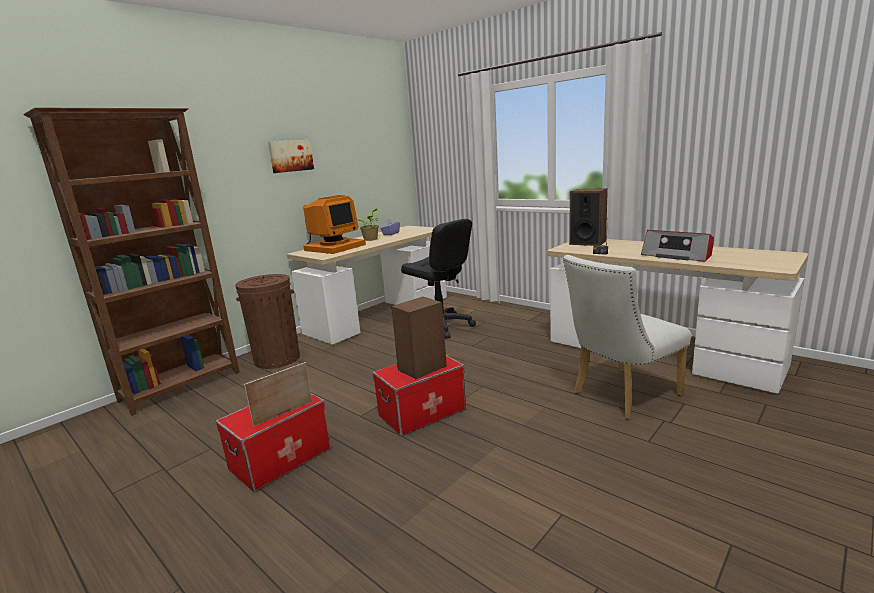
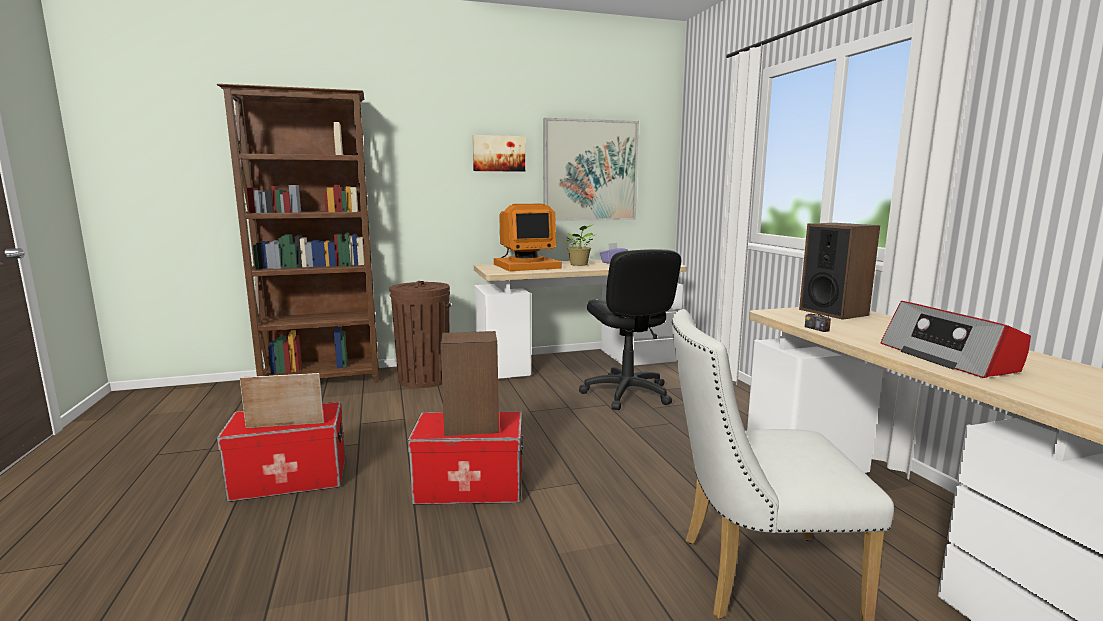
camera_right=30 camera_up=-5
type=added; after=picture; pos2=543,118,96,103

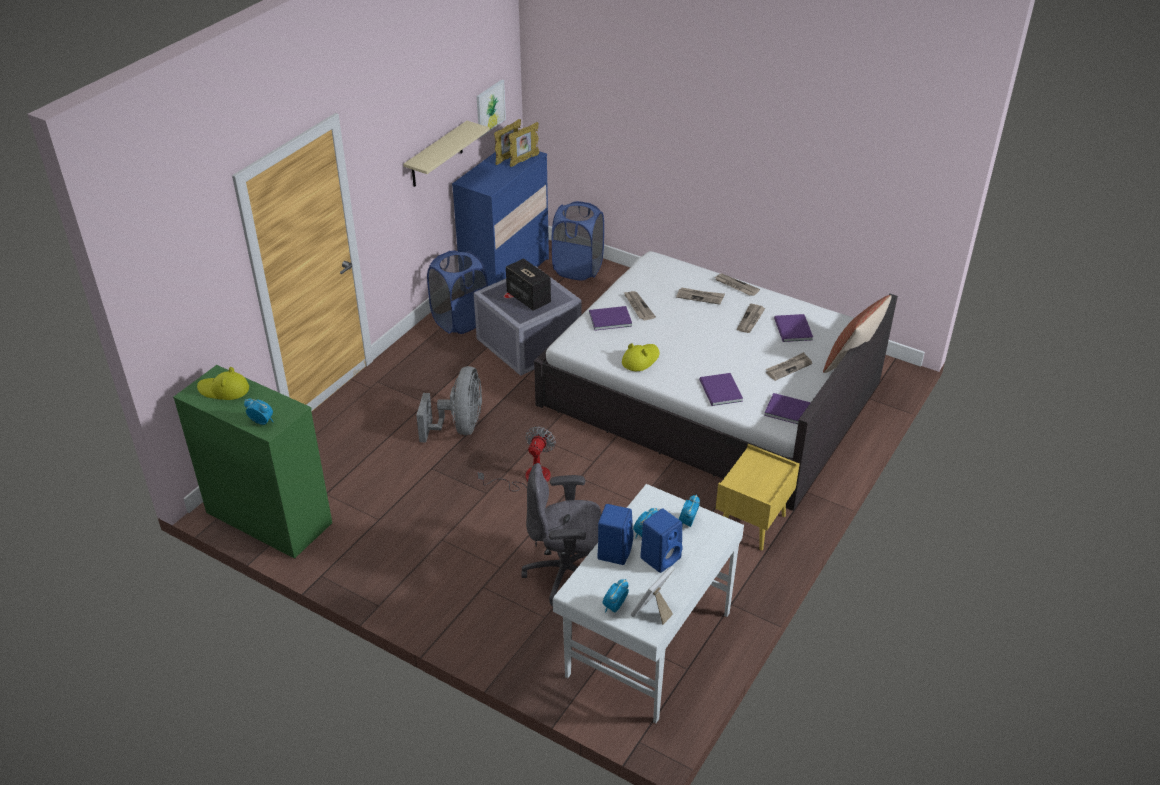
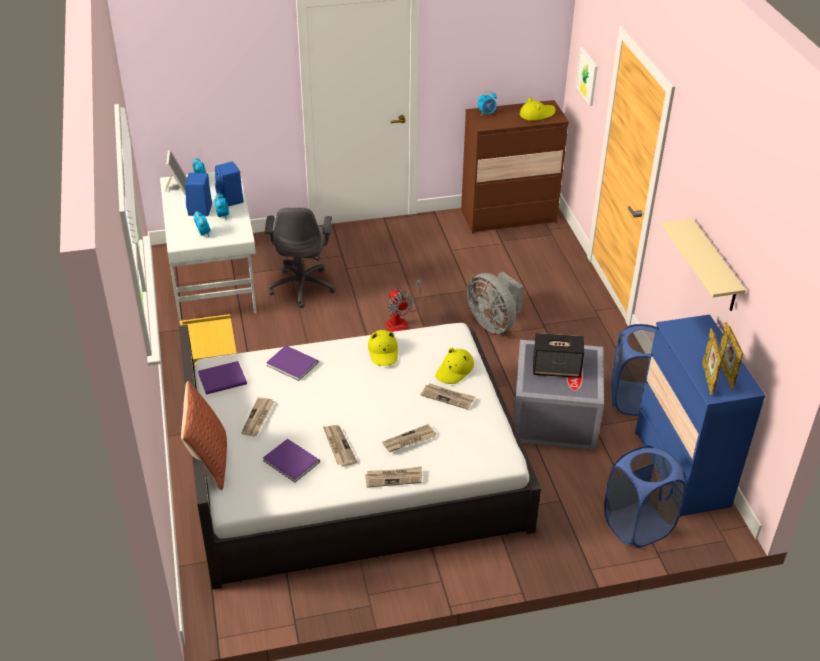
camera_right=135 camera_up=0
type=moved; before=picture; pos1=477,80,29,57; pos2=576,47,22,59
type=replaced; before=book (purple); after=hat (yellow); pos1=589,306,43,25; pos2=435,348,39,36
type=recoloured; before=dresser (green); after=dresser (brown); pos1=173,365,159,194; pos2=461,100,108,133
type=turned; before=office chair (grey); pos1=521,463,81,144; pos2=265,207,70,101; turn=135

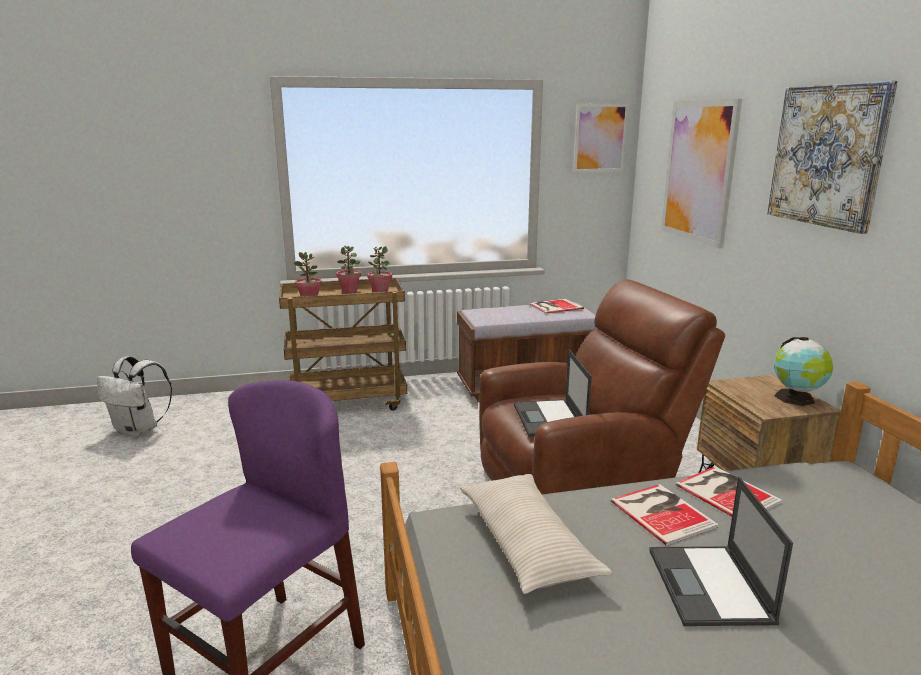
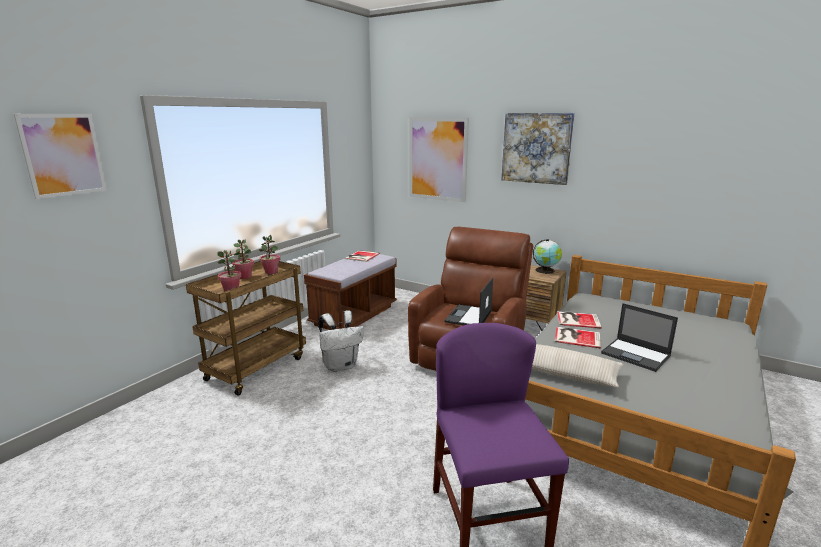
camera_right=-45 camera_up=0
type=moved; before=backpack (white); pos1=97,356,75,81; pos2=318,310,46,62
type=moved; before=picture; pos1=573,104,56,68; pos2=14,114,93,85
type=turned; before=laptop; pos1=514,349,78,88; pos2=444,277,49,48; turn=75

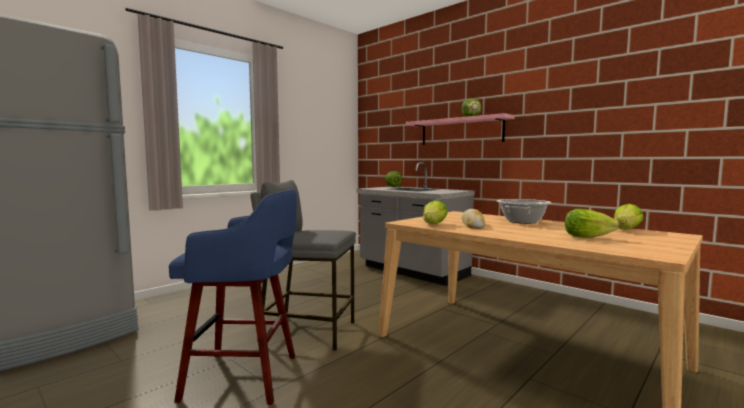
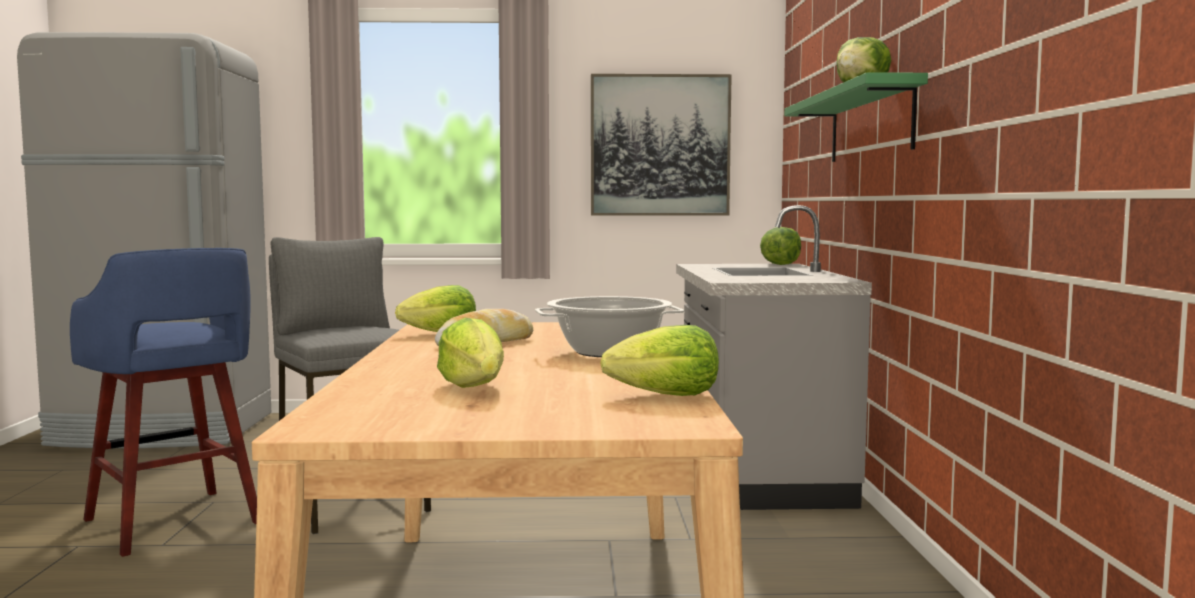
camera_right=45 camera_up=0
type=added; after=picture; pos2=591,74,140,142
type=recoloured; before=shelf (pink); after=shelf (green); pos1=406,113,109,32; pos2=784,72,144,90

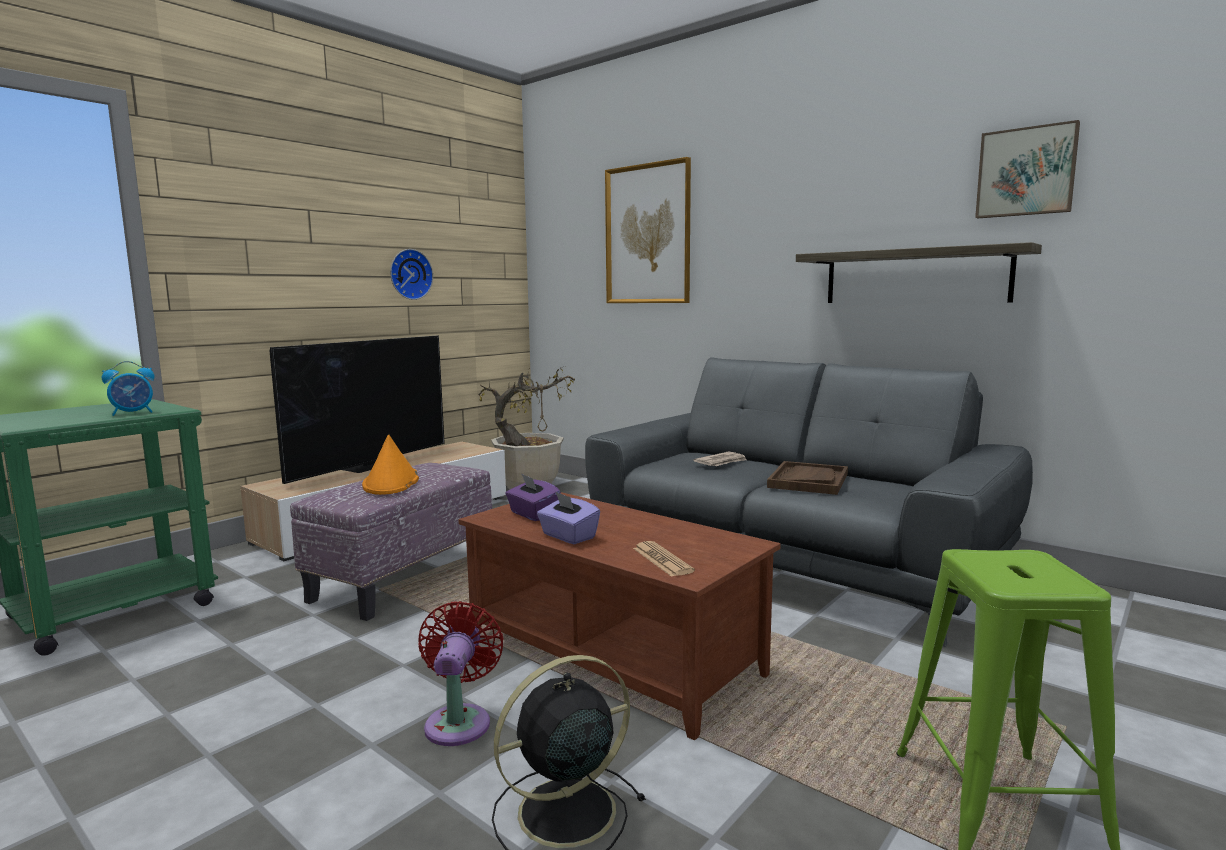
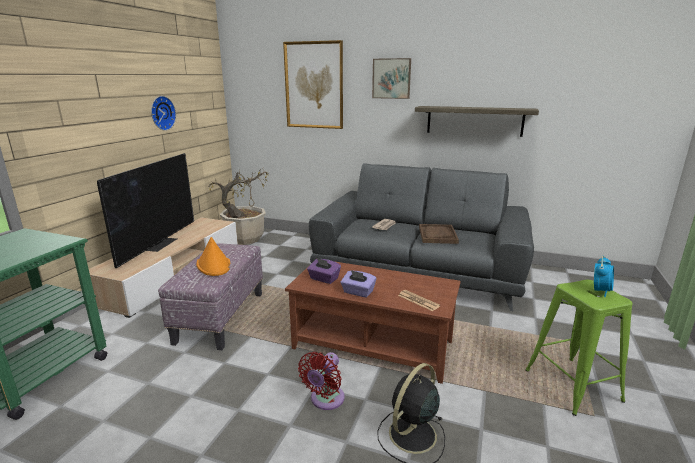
camera_right=-20 camera_up=10
type=moved; before=alarm clock; pos1=102,361,53,55; pos2=594,256,20,41
type=moved; before=picture; pos1=975,120,105,98; pos2=372,58,39,41
type=turned; before=fan (red); pos1=418,601,86,145; pos2=298,352,47,58; turn=-135

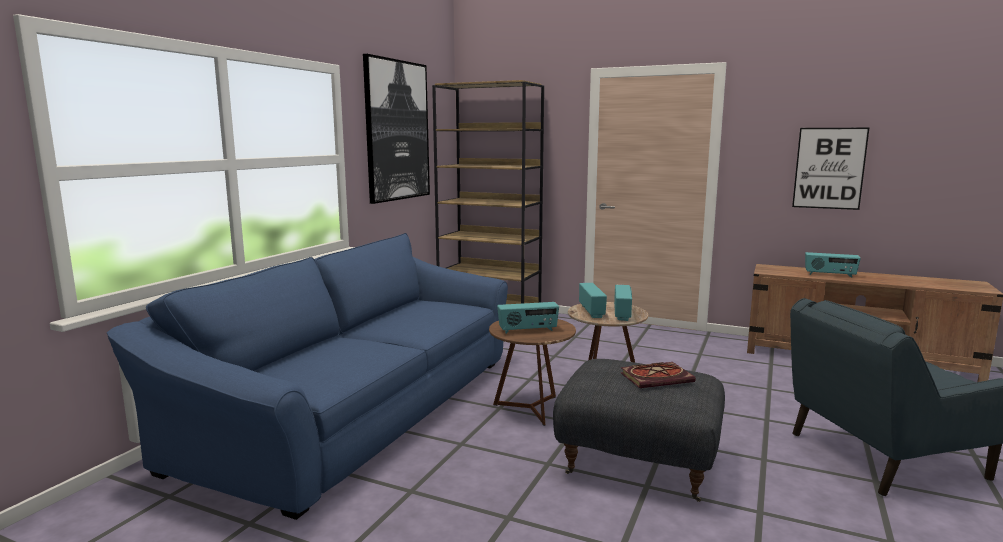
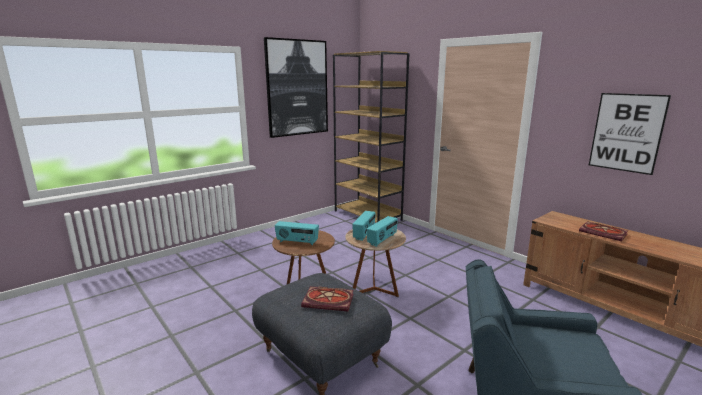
camera_right=25 camera_up=5
type=removed; before=sofa (blue); pos1=107,233,401,287
type=replaced; before=radio; after=book; pos1=805,252,56,26; pos2=579,221,49,20

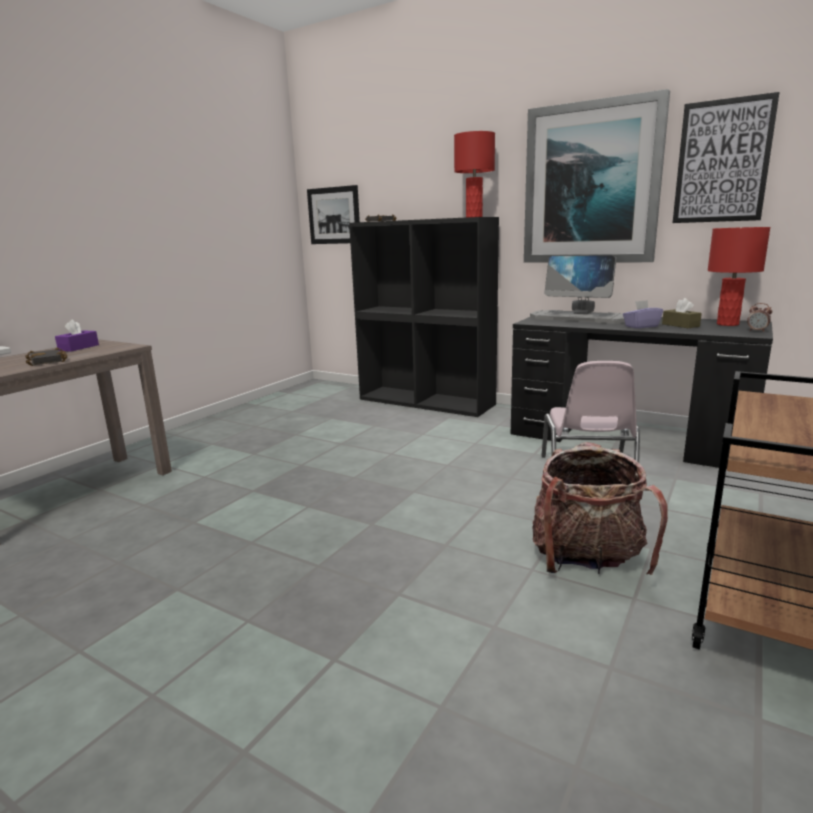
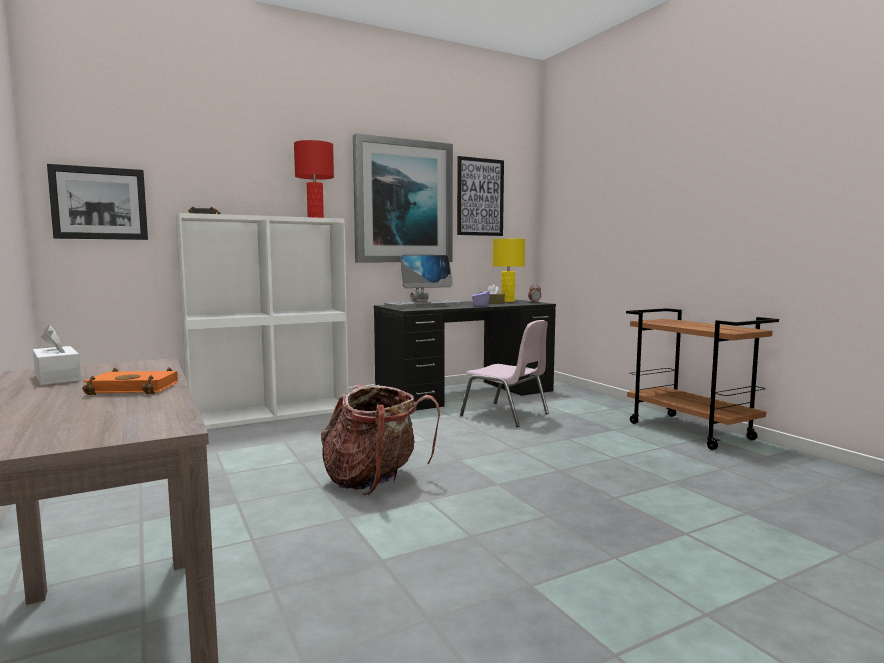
camera_right=-60 camera_up=-10
type=moved; before=backpack; pos1=532,442,136,133; pos2=321,385,119,110
type=recoloured; before=book (black); after=book (orange); pos1=25,348,42,18; pos2=82,367,96,28
type=recoloured; before=tissue box (purple); after=tissue box (white); pos1=55,319,44,33; pos2=33,325,48,60
type=recoloured; before=bookcase (black); after=bookcase (white); pos1=349,217,150,200; pos2=176,213,172,216
type=recoloured; before=table lamp (red); after=table lamp (yellow); pos1=707,227,64,99; pos2=492,239,33,63

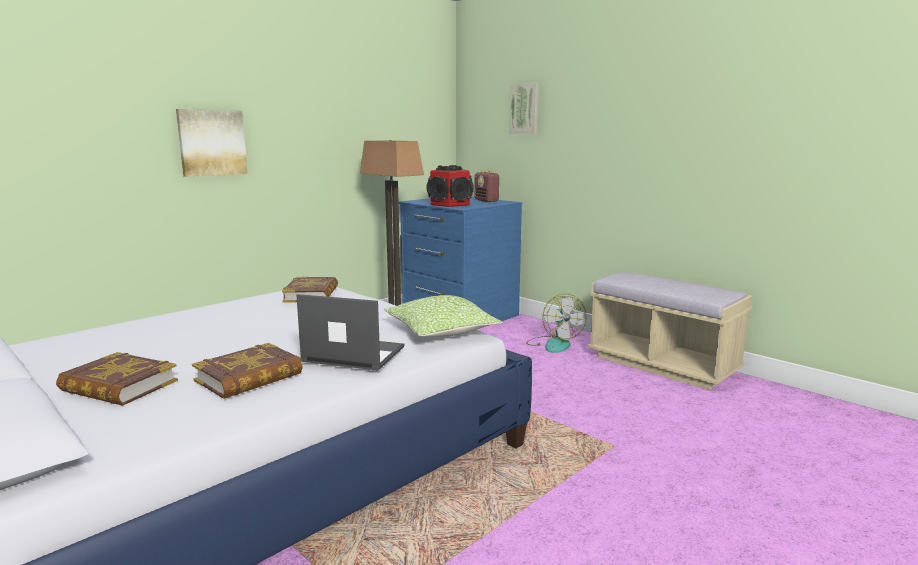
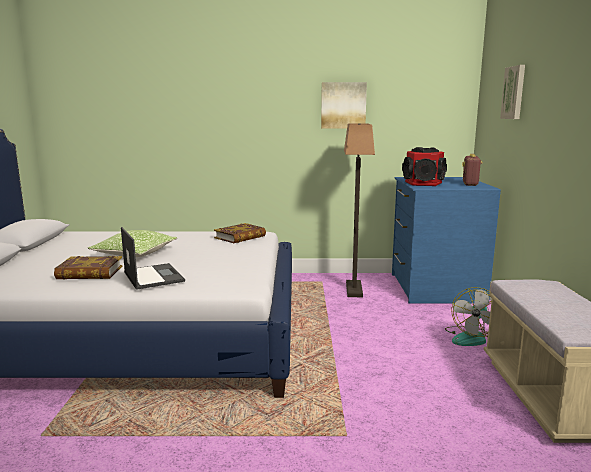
camera_right=45 camera_up=0
type=removed; before=book; pos1=56,352,122,54
type=moved; before=picture; pos1=176,109,72,68; pos2=321,82,46,46
type=moved; before=pillow; pos1=384,295,119,42; pos2=88,230,89,27

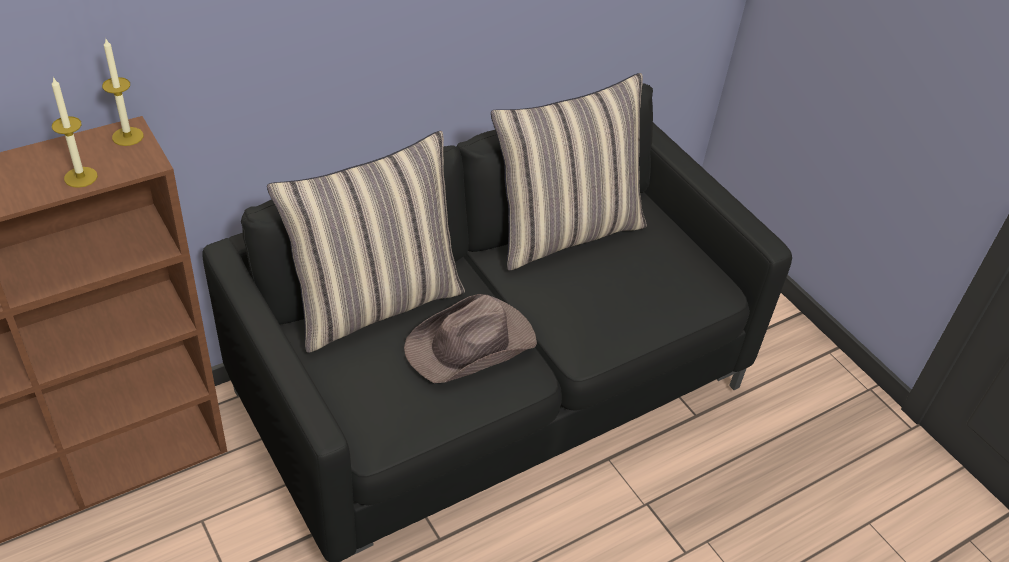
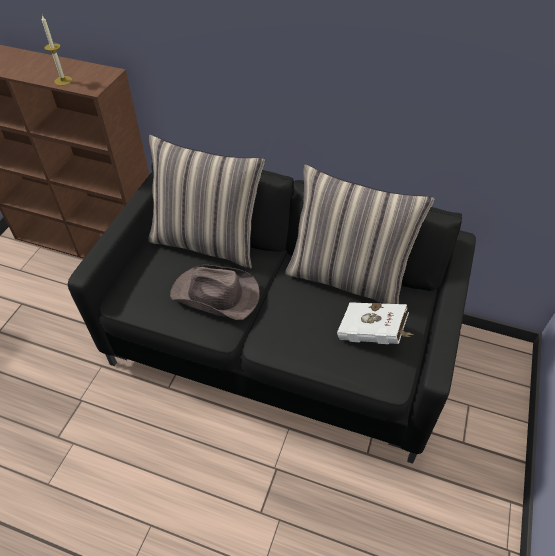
camera_right=55 camera_up=5
type=removed; before=candle; pos1=102,39,42,107
type=added; after=book (white); pos2=337,302,77,42

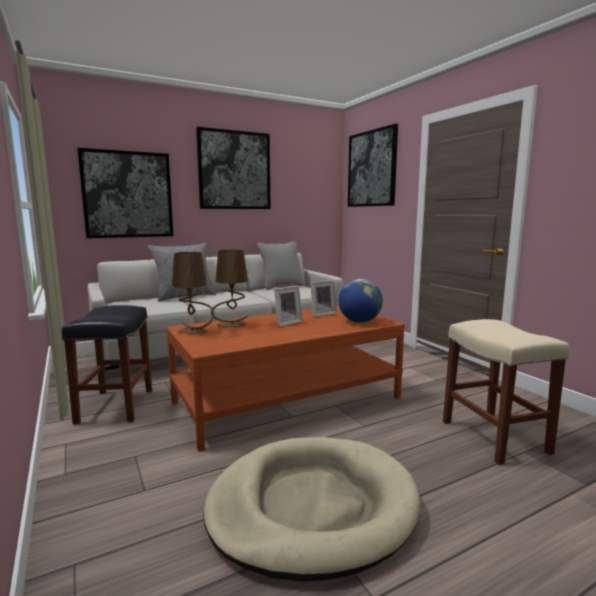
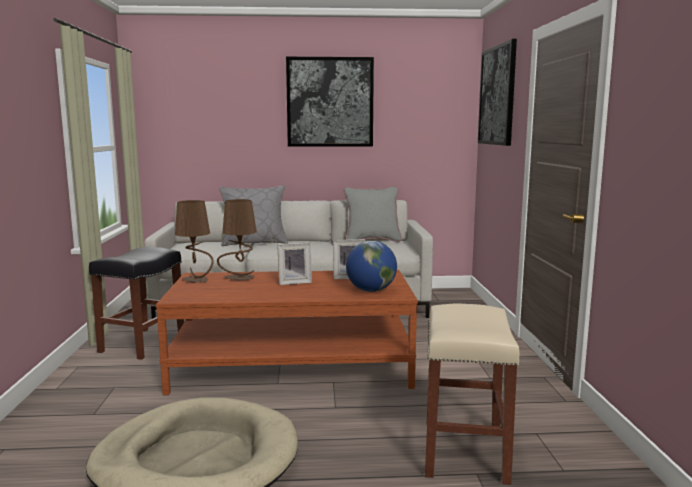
camera_right=25 camera_up=0
type=removed; before=picture; pos1=77,148,96,90

